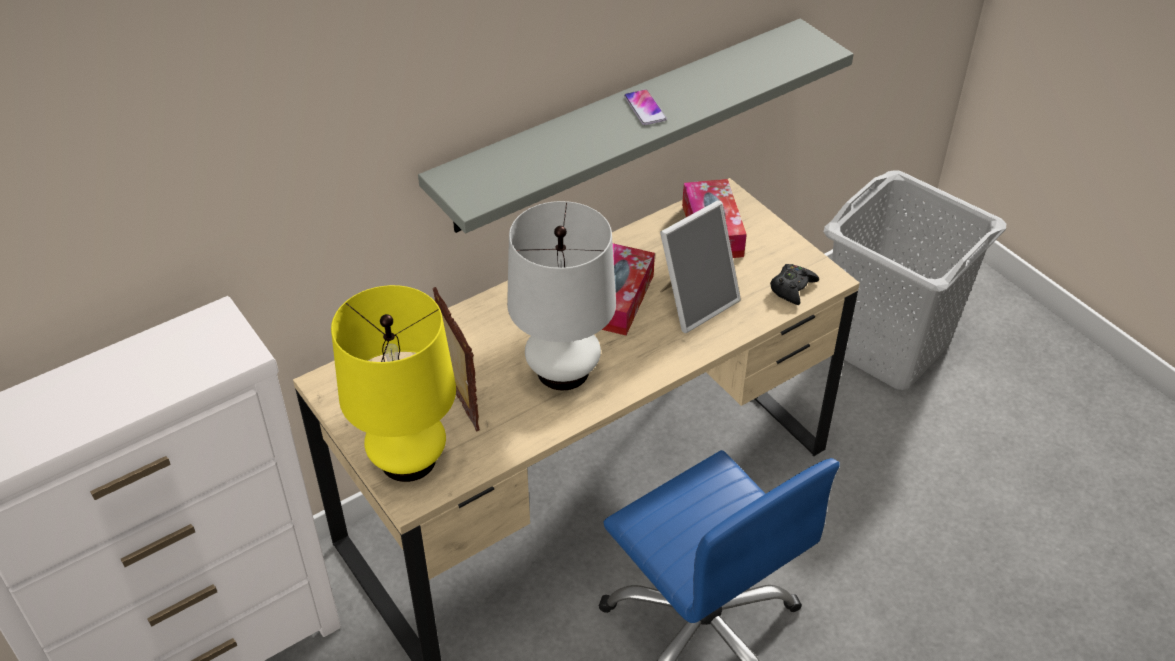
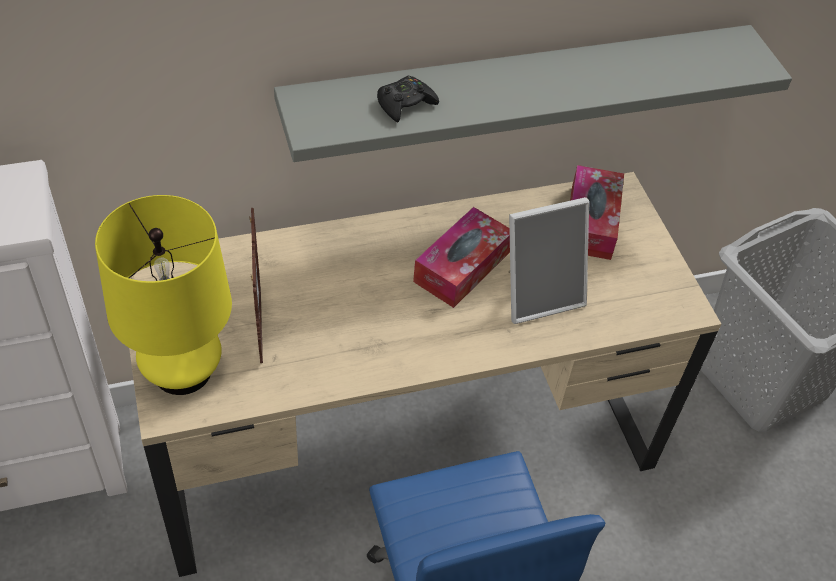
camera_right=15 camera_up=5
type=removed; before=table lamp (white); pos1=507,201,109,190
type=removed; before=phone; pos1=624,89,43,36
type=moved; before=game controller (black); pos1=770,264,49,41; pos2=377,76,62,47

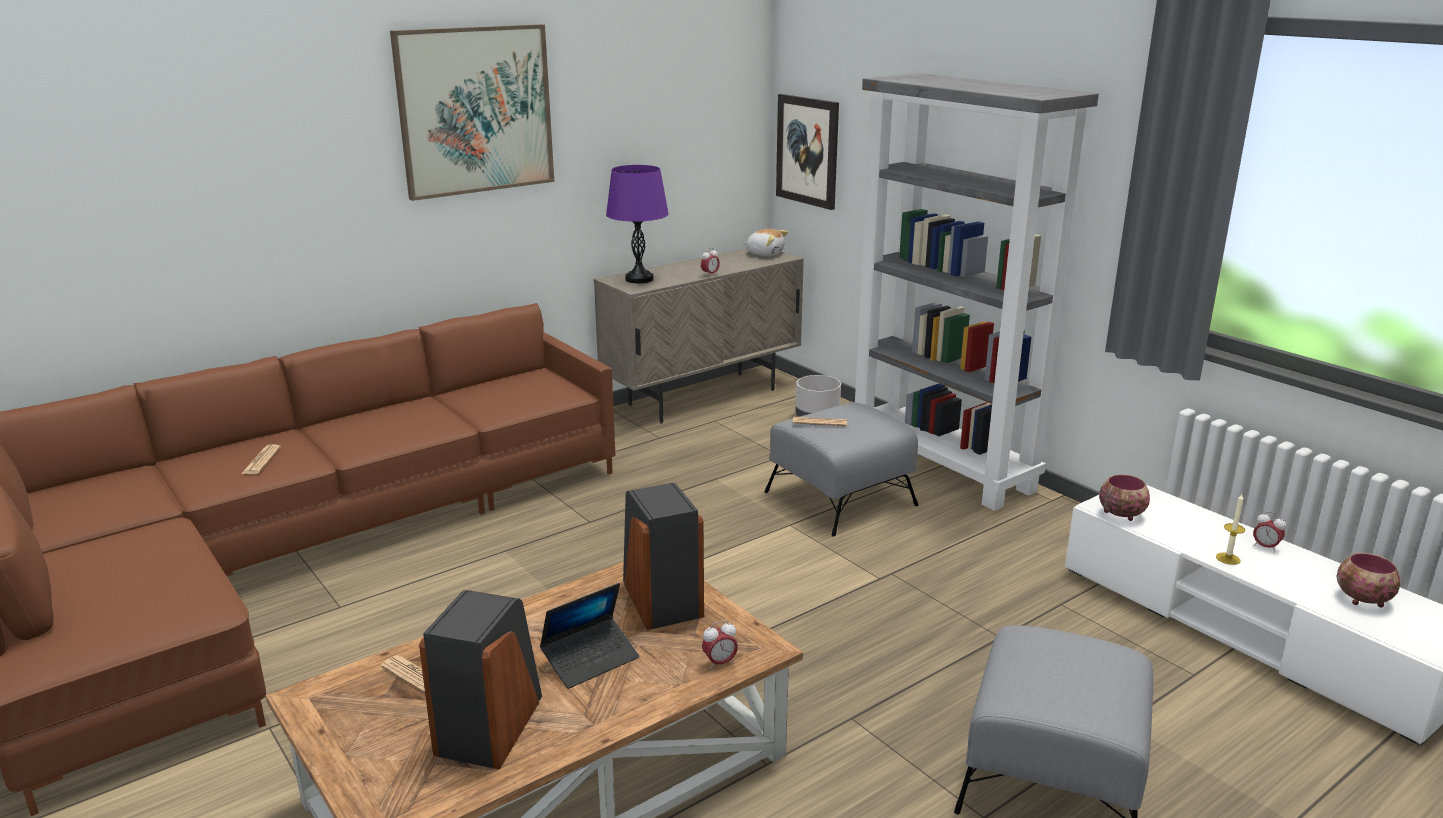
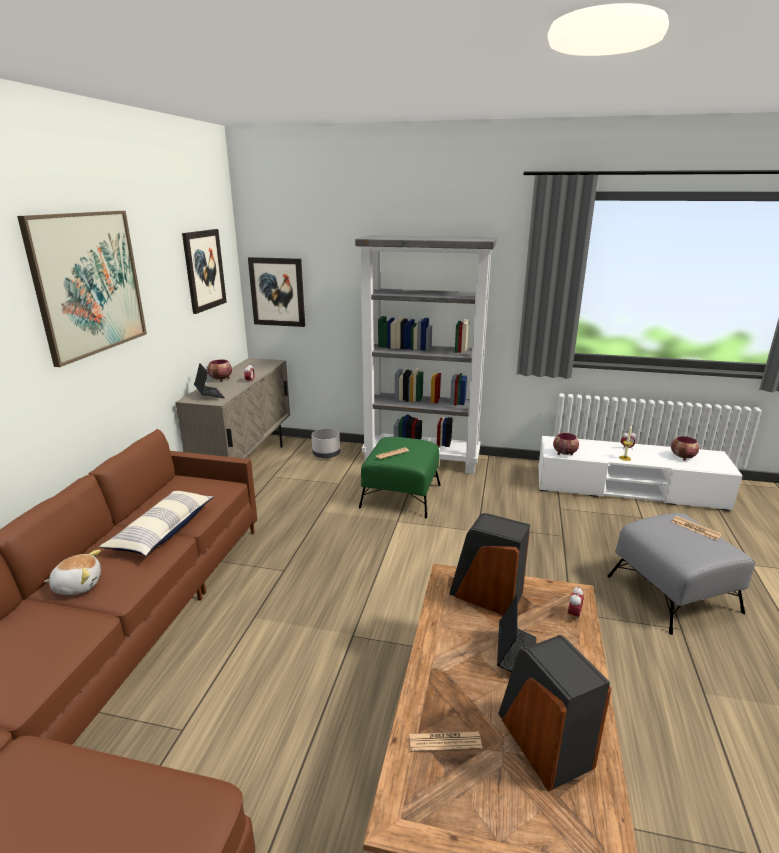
camera_right=-40 camera_up=0
type=added; after=pillow; pos2=99,491,114,65
type=added; after=picture; pos2=182,229,45,85
type=added; after=bowl; pos2=207,359,25,23
type=moved; before=newspaper; pos1=241,444,40,30; pos2=672,516,50,24
type=moved; before=plush toy; pos1=744,229,44,27; pos2=44,550,57,45
type=replaced; before=table lamp (purple); after=laptop; pos1=606,165,63,118; pos2=194,363,31,35
type=recoloured; before=ottoman (grey); after=ottoman (green); pos1=764,402,155,135; pos2=359,437,81,81

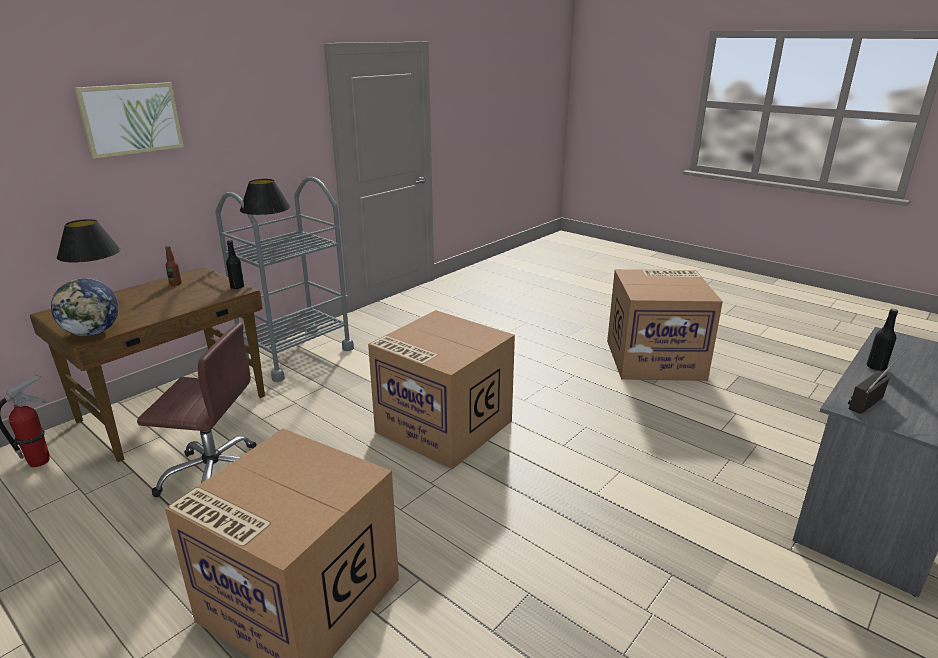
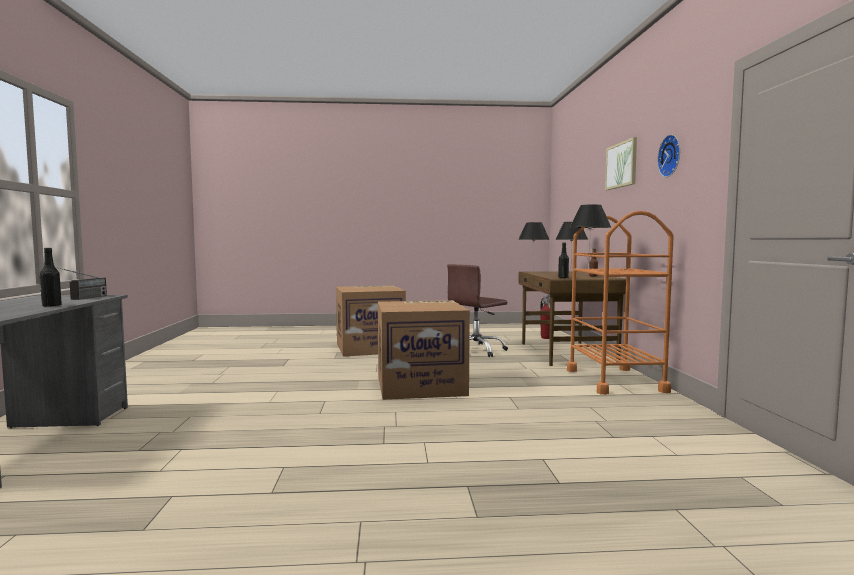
camera_right=135 camera_up=-20
type=removed; before=cardboard box; pos1=607,269,116,112
type=added; after=wall clock; pos2=657,134,23,43
type=replaced; before=globe; after=table lamp (black); pos1=51,278,68,58; pos2=518,222,32,47
type=recoloured; before=cart (grey); after=cart (orange); pos1=215,177,139,205; pos2=567,211,107,184

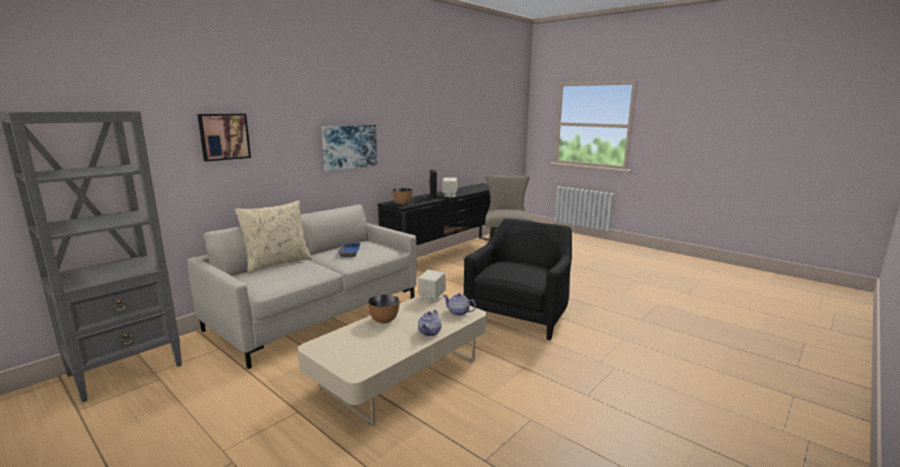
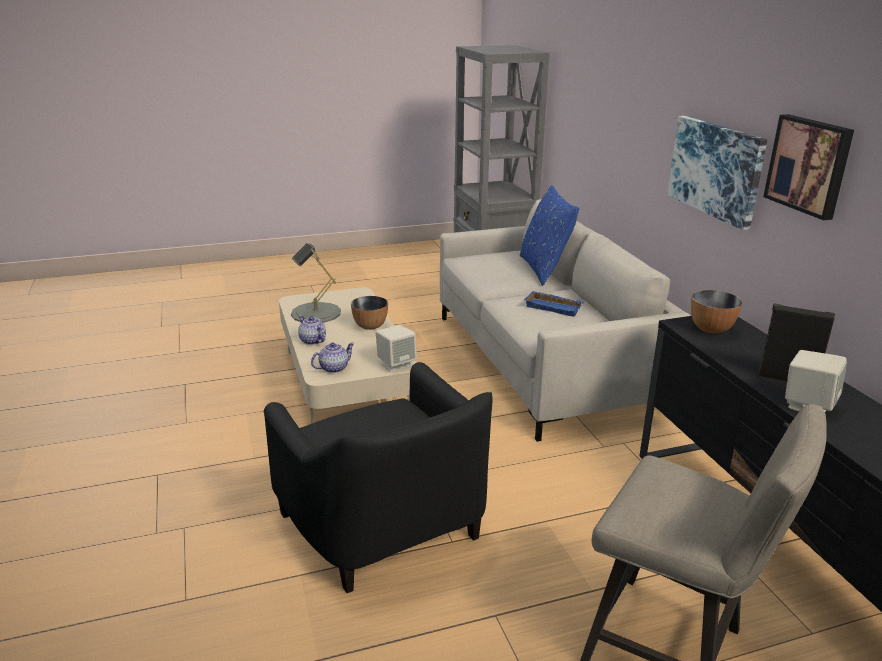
camera_right=120 camera_up=10
type=added; after=table lamp (grey); pos2=291,243,50,80
type=moved; before=picture; pos1=197,114,54,47; pos2=763,114,91,106
type=recoloured; before=pillow (beige); after=pillow (blue); pos1=235,200,77,73; pos2=520,185,60,101

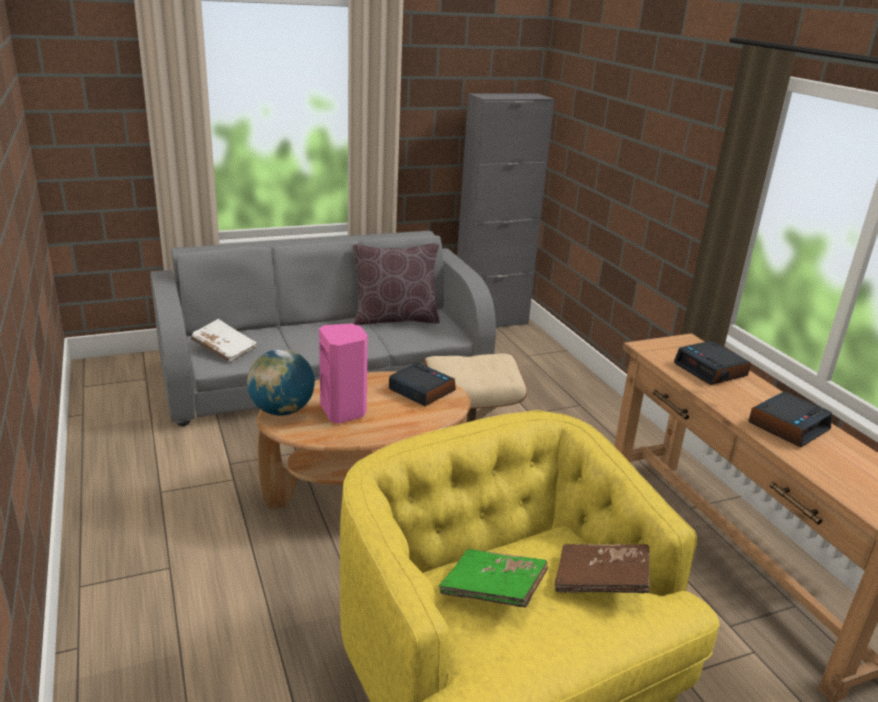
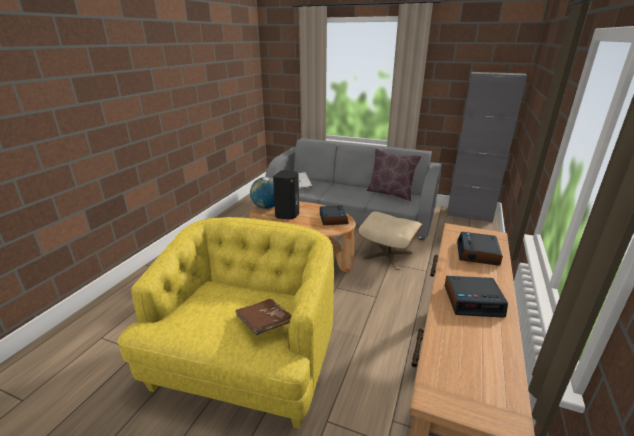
camera_right=45 camera_up=0
type=removed; before=book (green); pos1=439,549,109,59
type=recoloured; before=speaker (pink); after=speaker (black); pos1=319,324,49,100; pos2=273,170,26,50

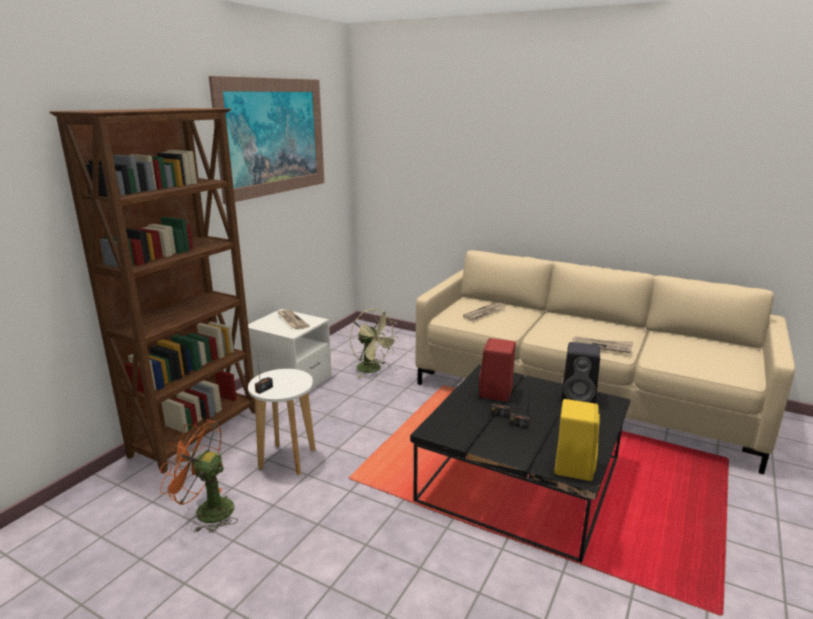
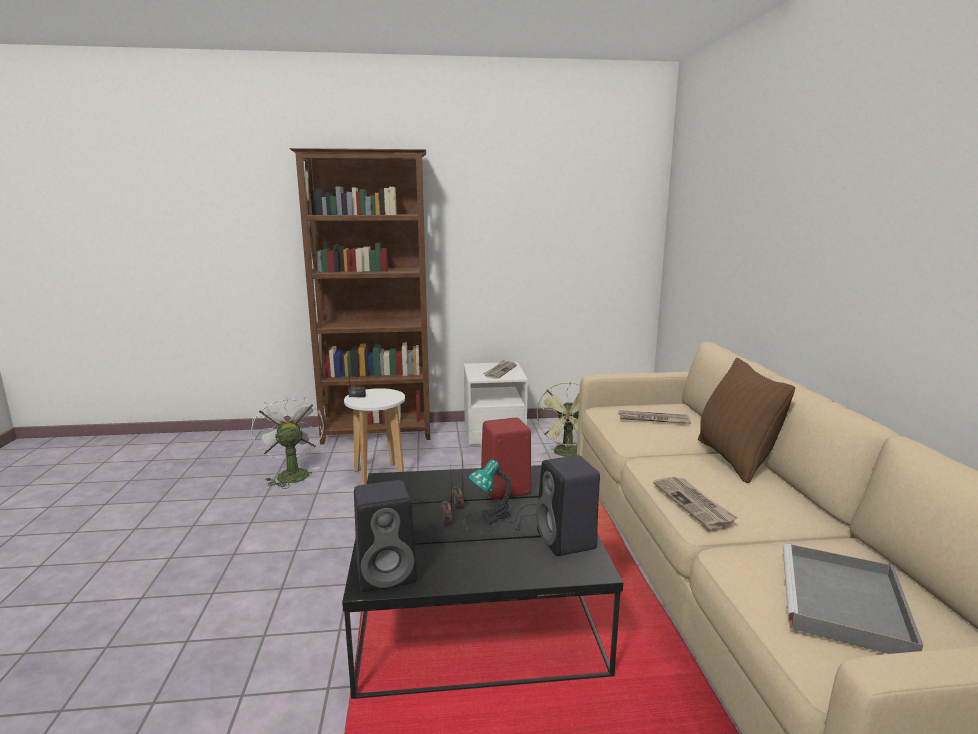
camera_right=55 camera_up=-5
type=removed; before=picture; pos1=209,76,115,128
type=added; after=table lamp; pos2=463,459,74,74
type=added; after=pillow (brown); pos2=698,358,97,125
type=added; after=tray (grey); pos2=783,544,140,110
type=recoloured; before=fan (orange); after=fan (white); pos1=160,418,78,115; pos2=251,394,73,95
type=recoloured; before=speaker (yellow); after=speaker (black); pos1=554,399,46,82; pos2=354,480,63,112

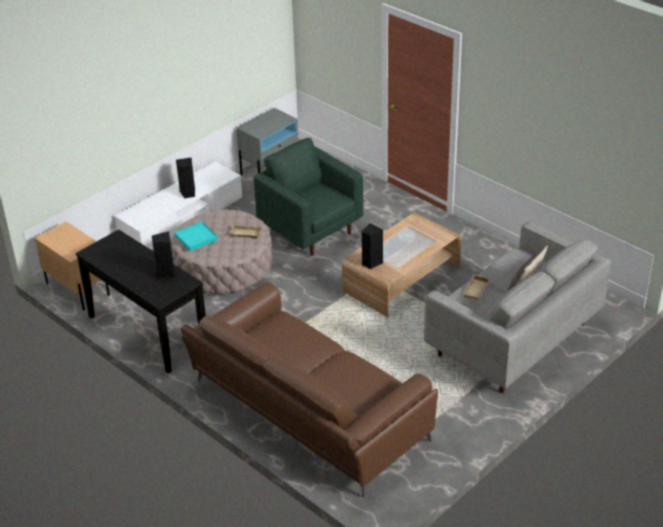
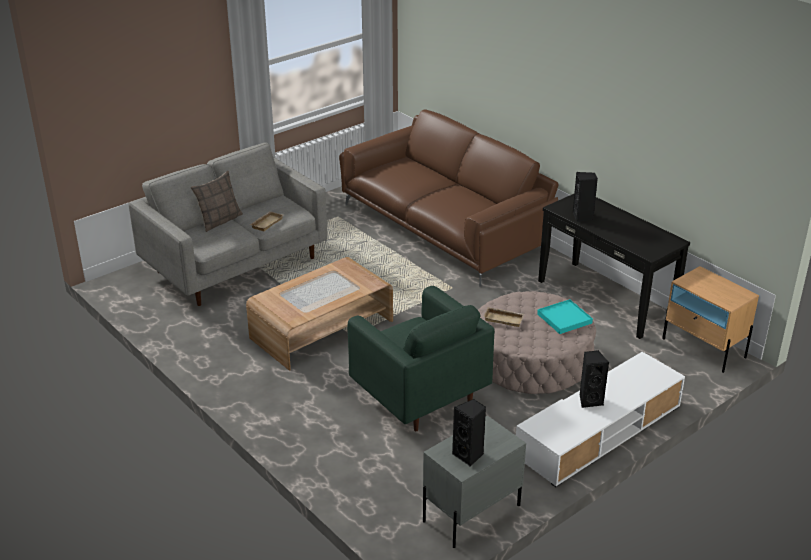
camera_right=-175 camera_up=-5
type=moved; before=speaker (black); pos1=362,223,21,46; pos2=452,399,34,67

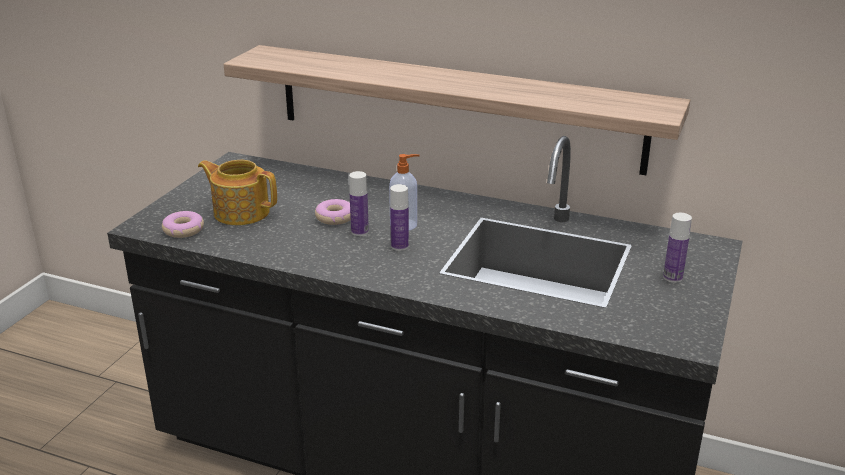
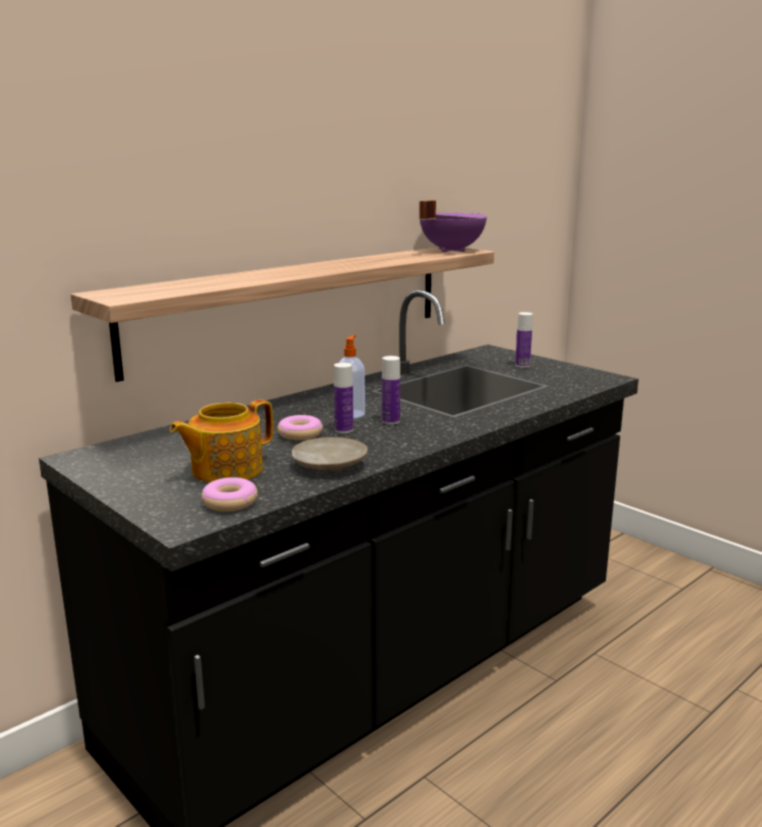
camera_right=-65 camera_up=-10
type=added; after=plate (beige); pos2=292,437,76,34
type=added; after=cooking pot (purple); pos2=419,200,68,52

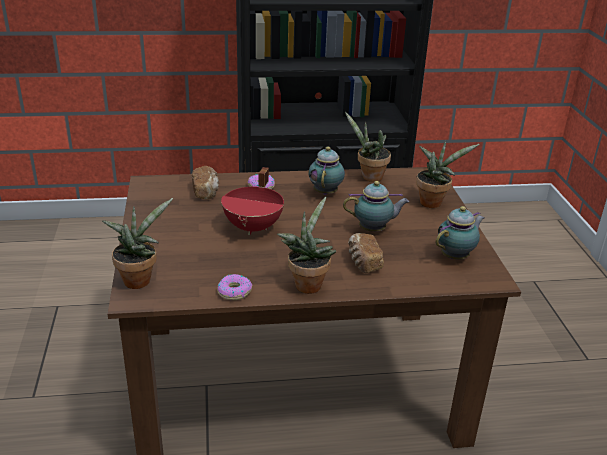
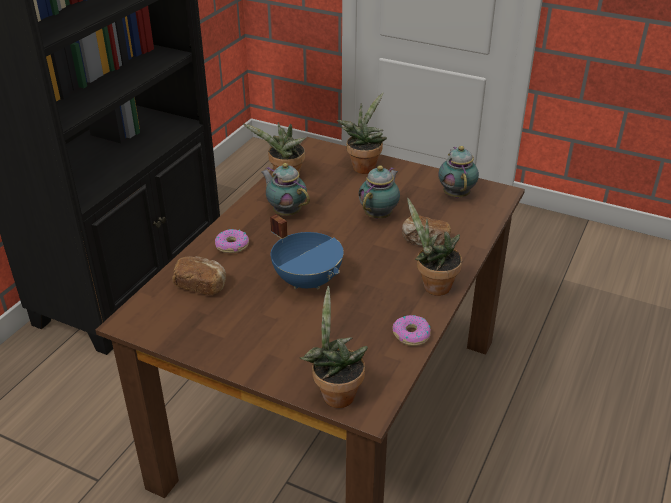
camera_right=-55 camera_up=5
type=recoloured; before=cooking pot (red); after=cooking pot (blue); pos1=221,167,63,68; pos2=270,214,74,75

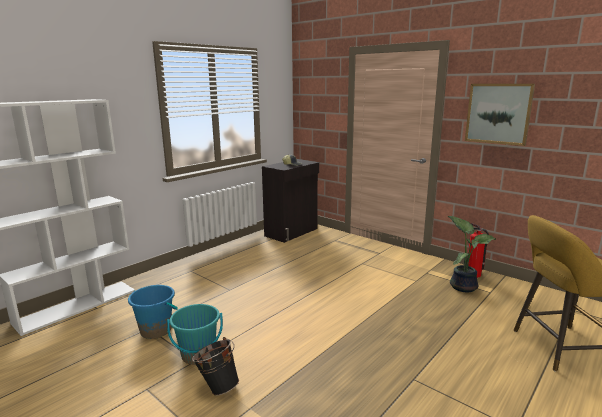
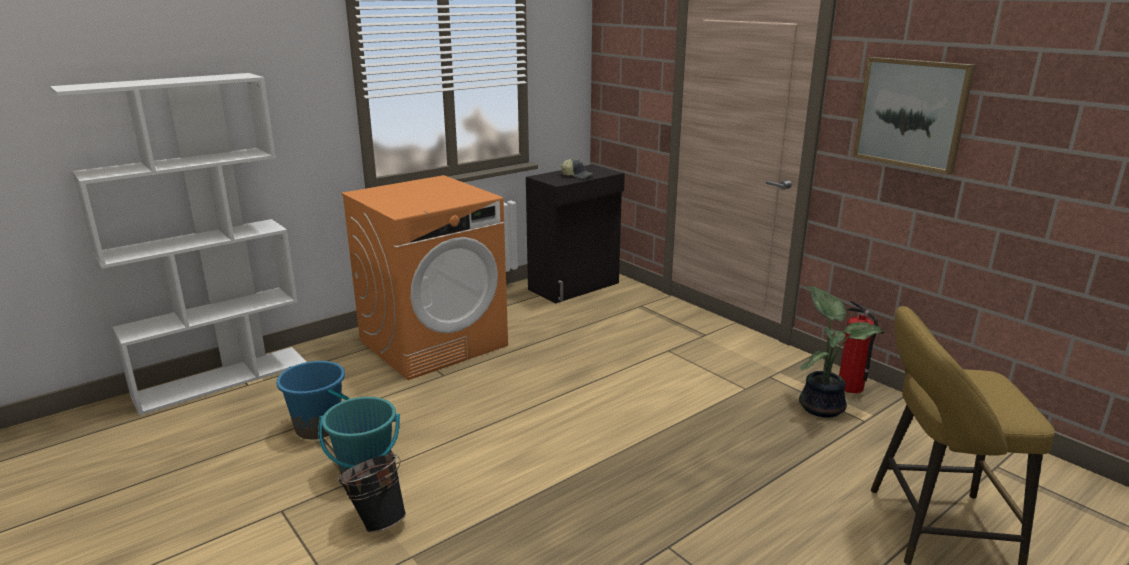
camera_right=10 camera_up=5
type=added; after=washing machine (orange); pos2=341,175,167,205

